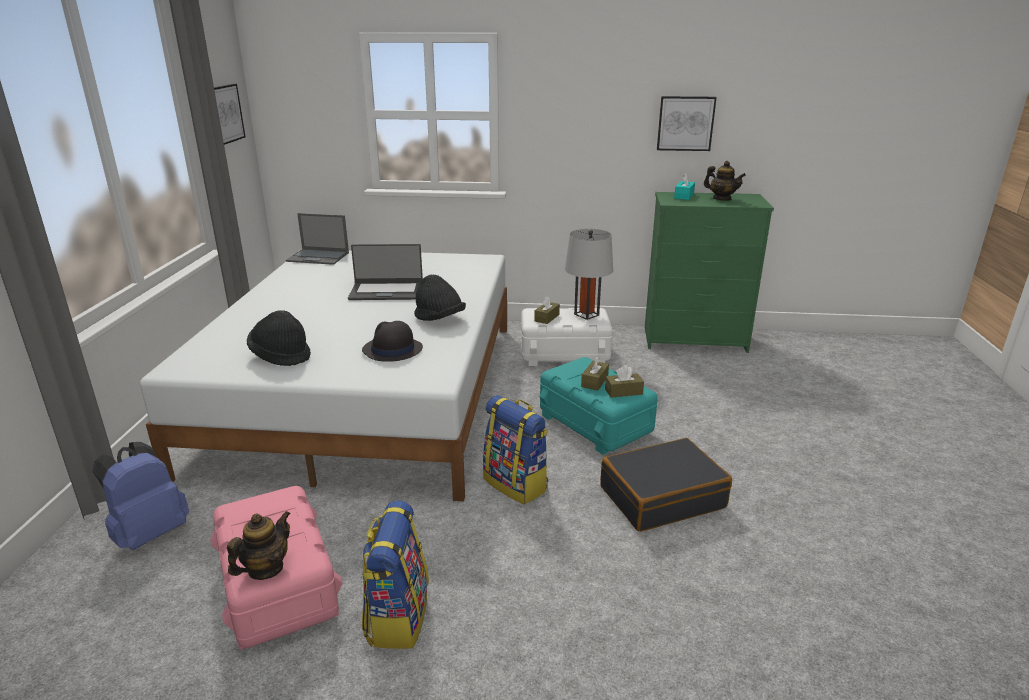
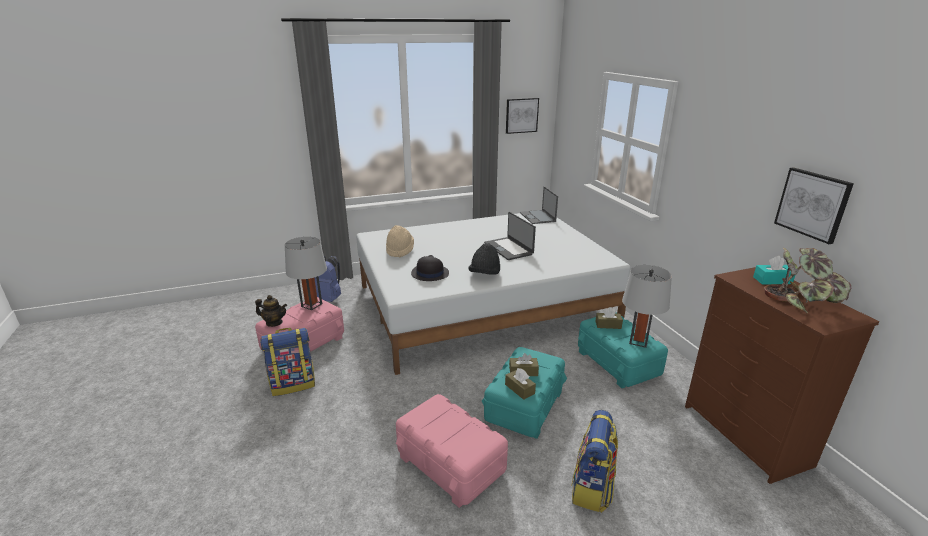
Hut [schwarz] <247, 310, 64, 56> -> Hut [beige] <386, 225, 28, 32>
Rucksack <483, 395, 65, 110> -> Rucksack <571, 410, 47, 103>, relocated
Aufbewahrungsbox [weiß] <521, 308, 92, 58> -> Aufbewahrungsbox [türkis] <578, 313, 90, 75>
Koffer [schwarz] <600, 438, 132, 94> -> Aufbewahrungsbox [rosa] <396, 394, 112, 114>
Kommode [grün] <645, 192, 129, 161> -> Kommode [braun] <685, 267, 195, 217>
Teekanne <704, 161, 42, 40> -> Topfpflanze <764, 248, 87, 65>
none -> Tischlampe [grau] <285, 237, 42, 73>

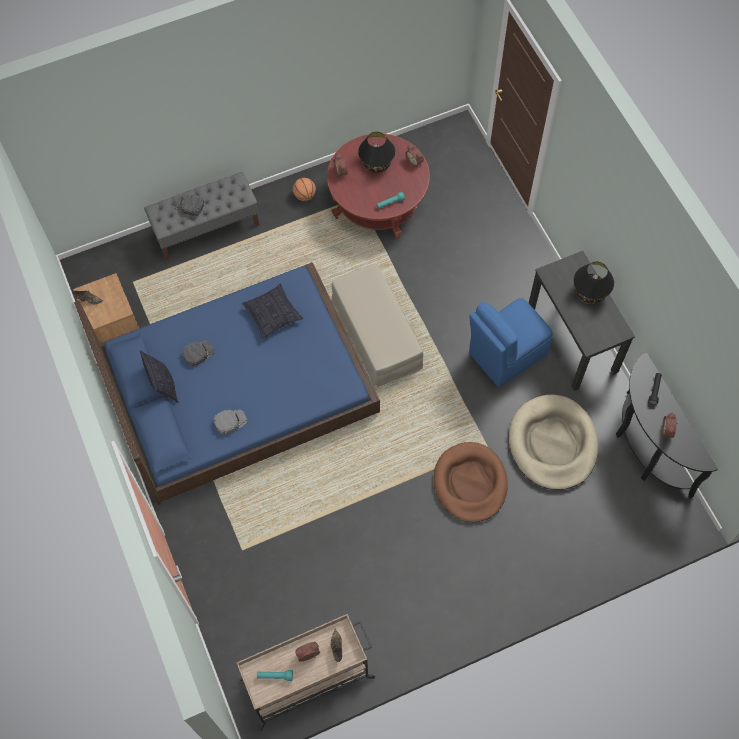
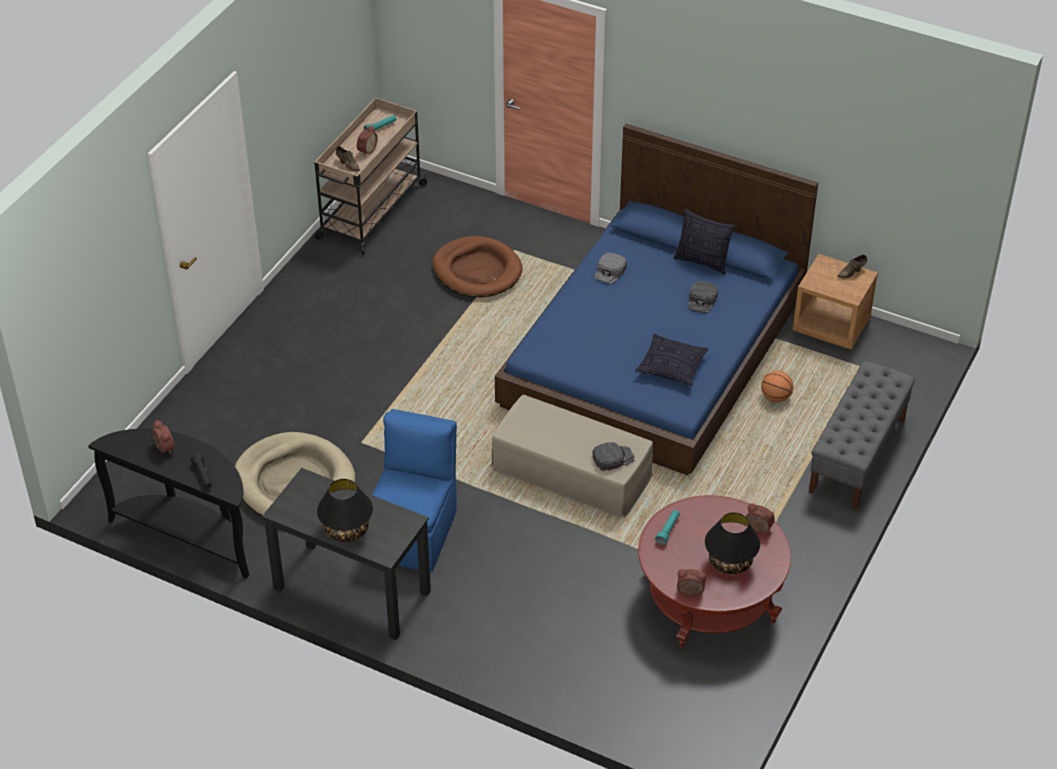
Kappe [schwarz] <174, 194, 30, 23> -> Kappe [schwarz] <592, 442, 43, 29>, relocated
Basketball <293, 178, 23, 23> -> Basketball <761, 371, 32, 31>, relocated
Hundebett [braun] <434, 442, 74, 80> -> Hundebett [braun] <432, 236, 90, 61>, relocated

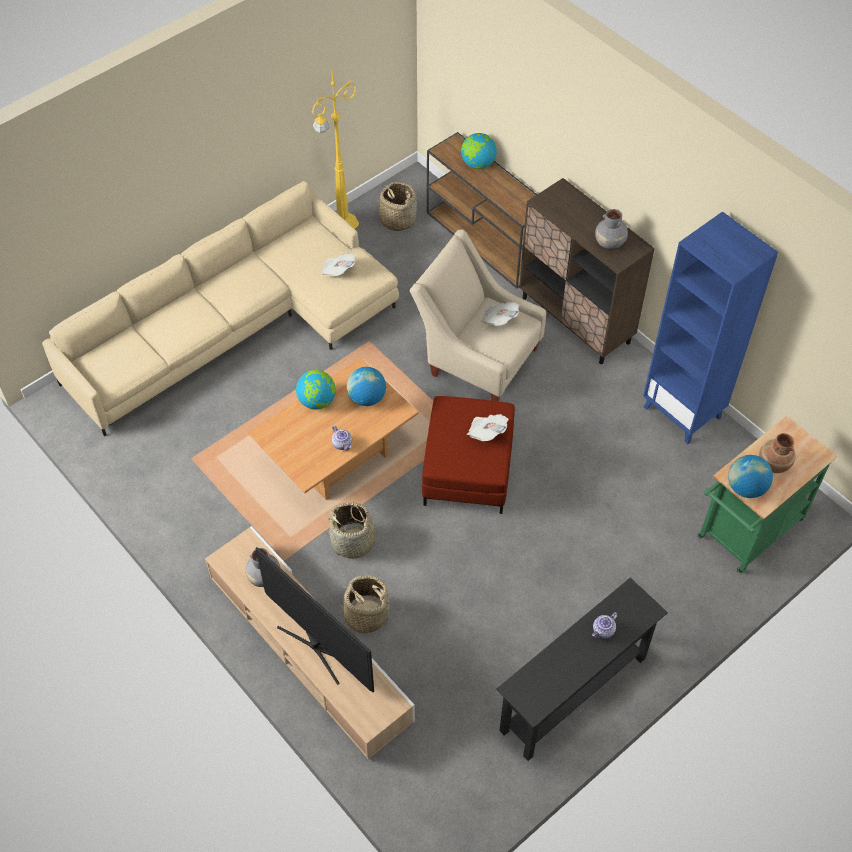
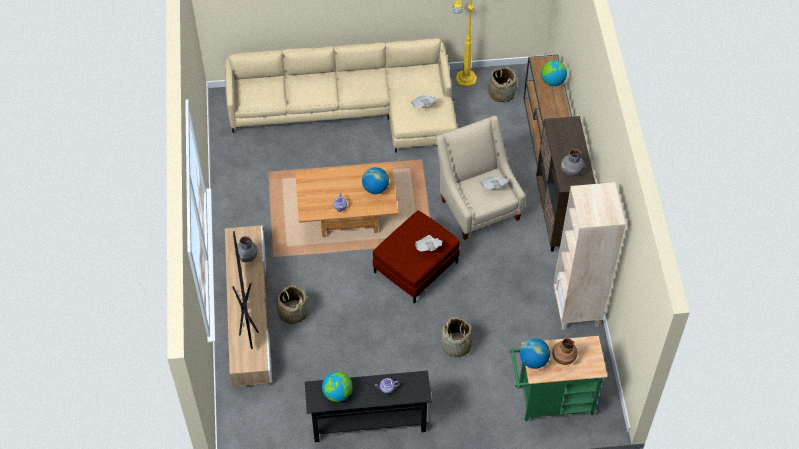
Globus <296, 370, 40, 39> -> Globus <322, 371, 31, 31>, relocated
Korb <326, 502, 58, 57> -> Korb <441, 317, 32, 41>, relocated
Bücherregal [blau] <643, 211, 135, 233> -> Bücherregal [beige] <554, 182, 71, 148>

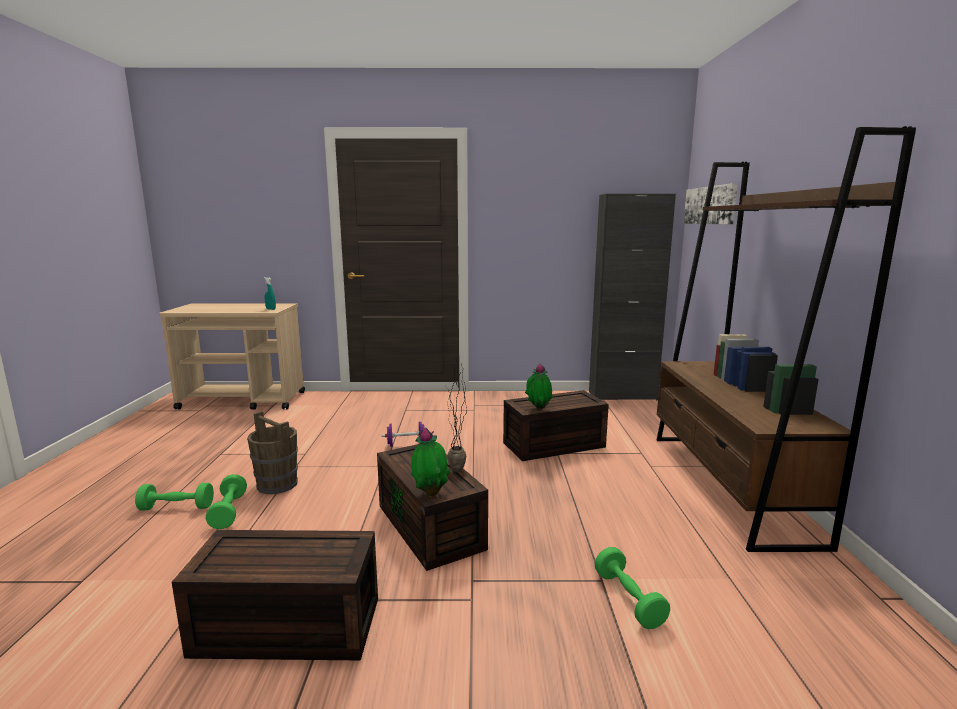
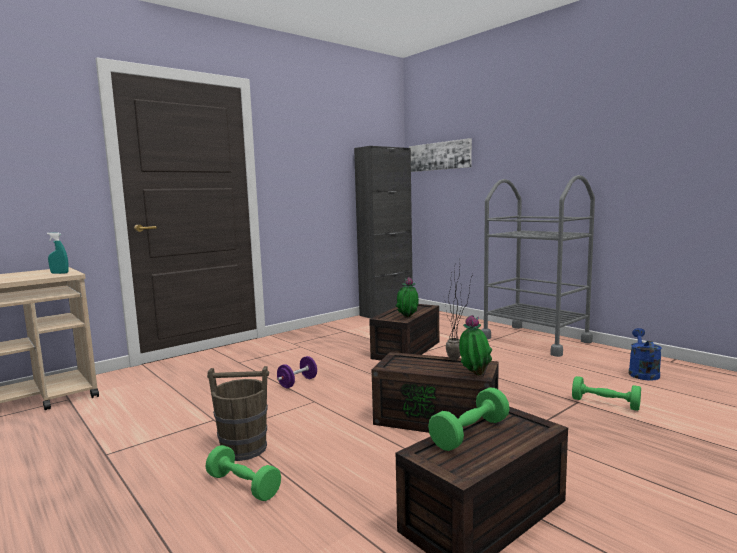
Hantel [grün] <135, 483, 79, 27> -> Hantel [grün] <428, 387, 82, 64>, relocated
Bücherregal [braun] <657, 126, 259, 426> -> Rollwagen [grau] <481, 175, 114, 182>
none -> Gießkanne [blau] <629, 328, 33, 53>

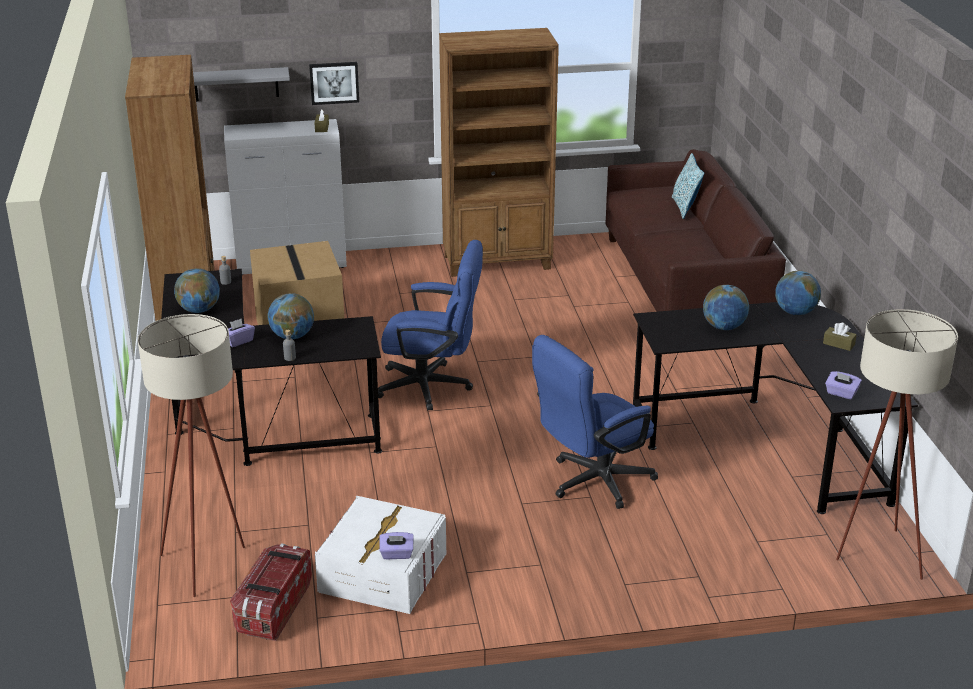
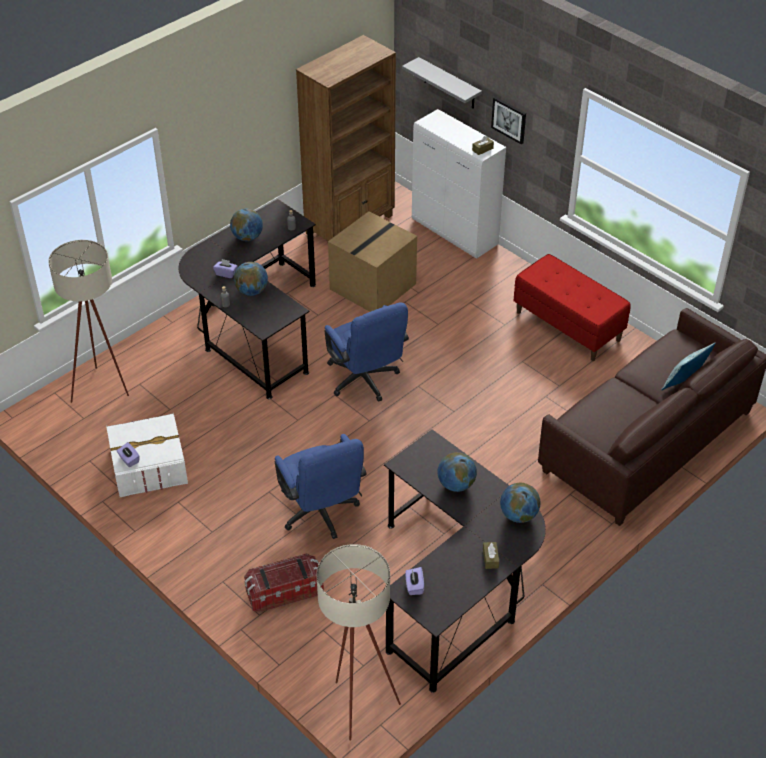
Aufbewahrungsbox <230, 543, 82, 98> -> Aufbewahrungsbox <244, 553, 80, 60>, relocated
Bücherregal [braun] <439, 28, 120, 249> -> Bank [rot] <514, 254, 117, 107>
Bürostuhl [blau] <532, 335, 126, 174> -> Bürostuhl [blau] <274, 434, 93, 105>, 135 degrees counterclockwise

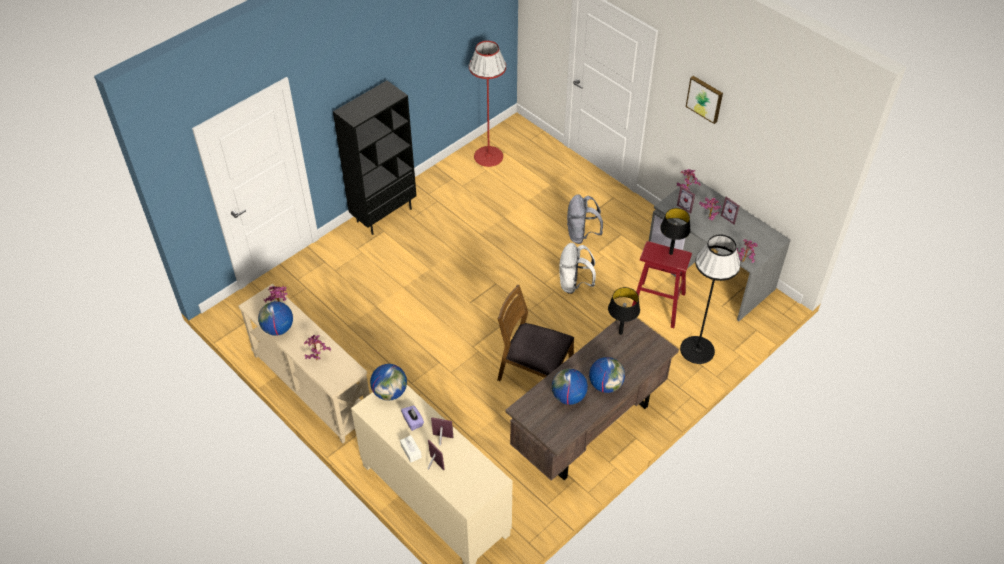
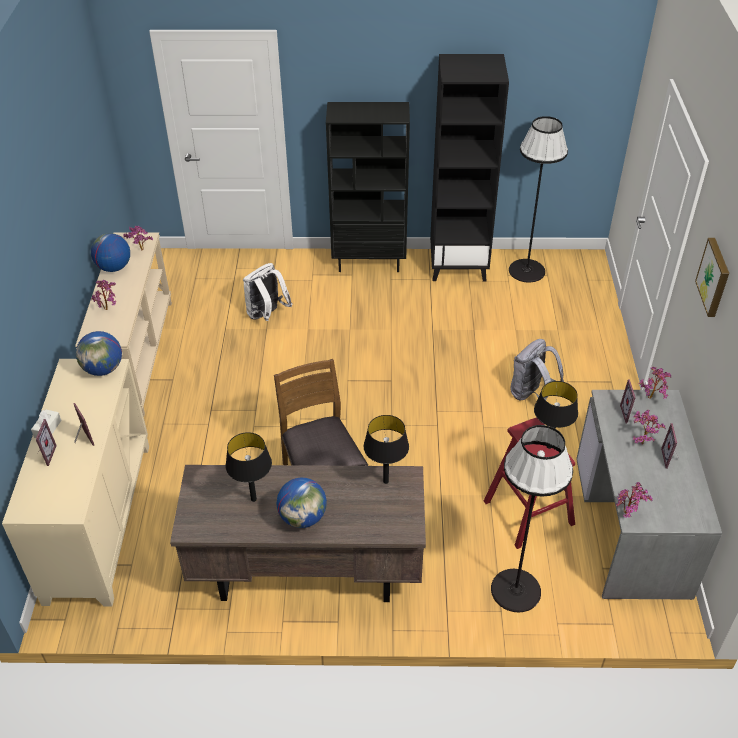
Taschentuchbox [lila] <401, 405, 23, 26> -> none
Stehlampe [rot] <469, 41, 37, 126> -> Stehlampe [schwarz] <509, 116, 59, 166>
Globus <552, 369, 36, 36> -> Tischlampe [schwarz] <225, 432, 47, 70>
Rucksack [weiß] <559, 243, 37, 51> -> Rucksack [weiß] <243, 263, 50, 58>, relocated
none -> Bücherregal [schwarz] <430, 54, 79, 228>

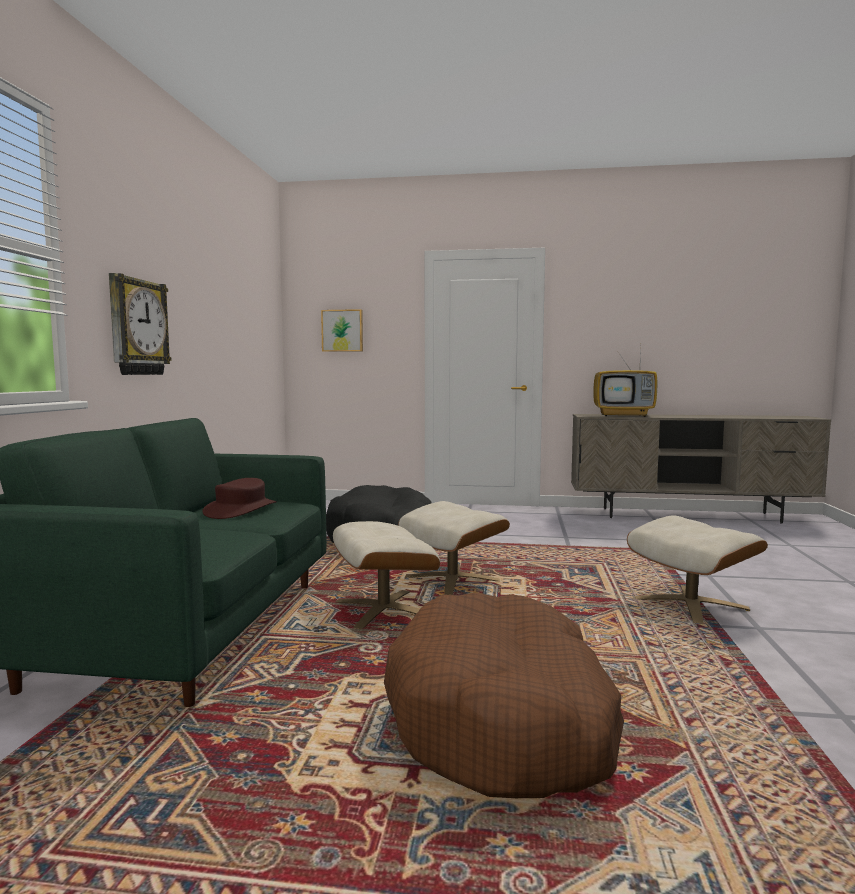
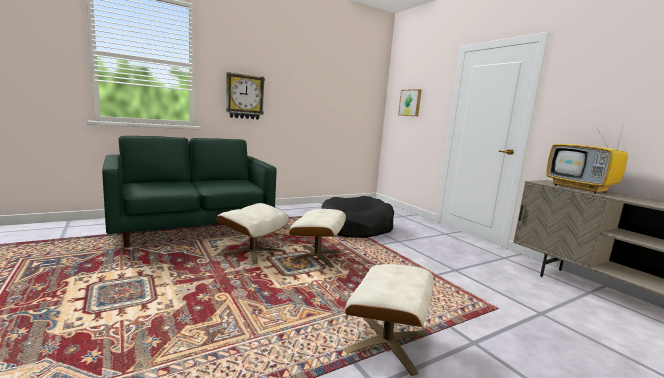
Hut [braun] <202, 478, 75, 41> -> none
Hundebett [braun] <384, 593, 240, 205> -> none

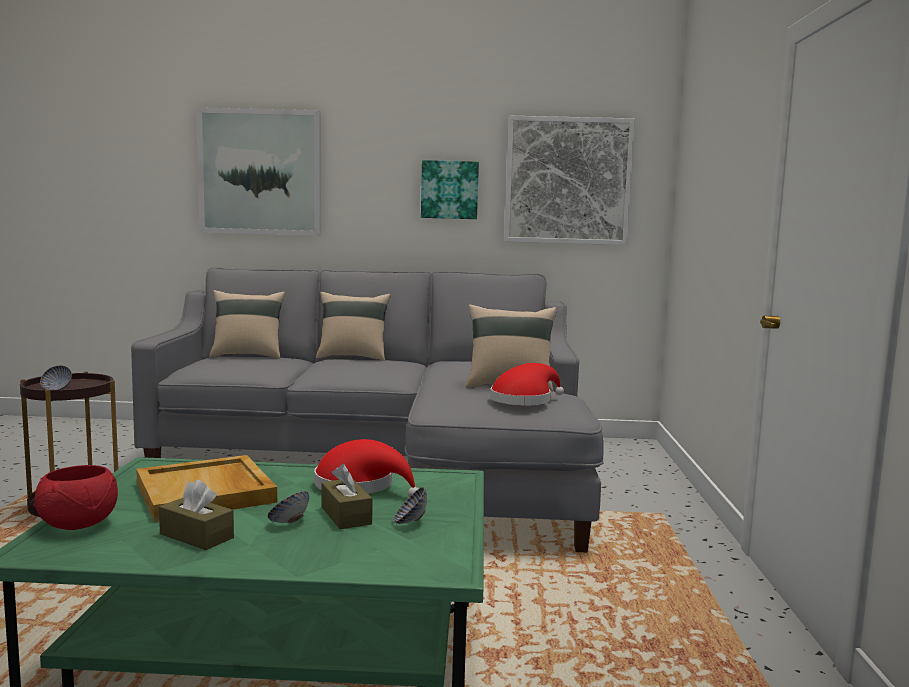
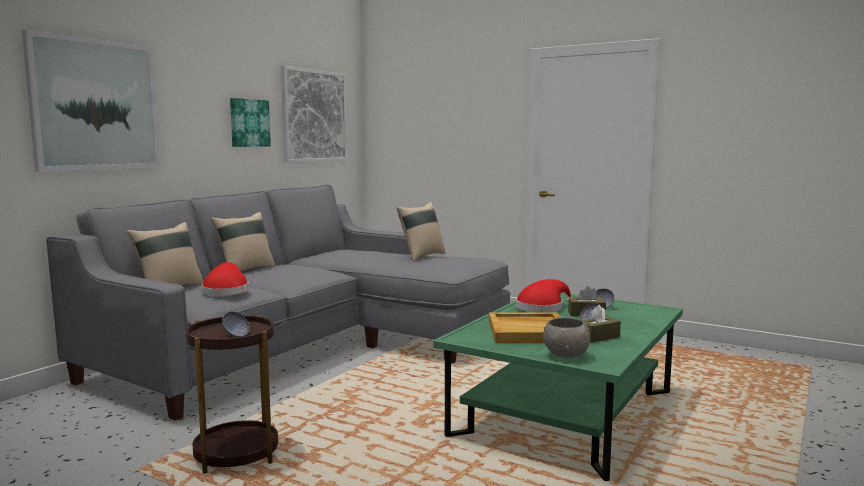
Schüssel [rot] <34, 465, 84, 65> -> Schüssel [grau] <543, 318, 47, 40>
Hut [rot] <490, 363, 74, 42> -> Hut [rot] <201, 262, 48, 34>, relocated

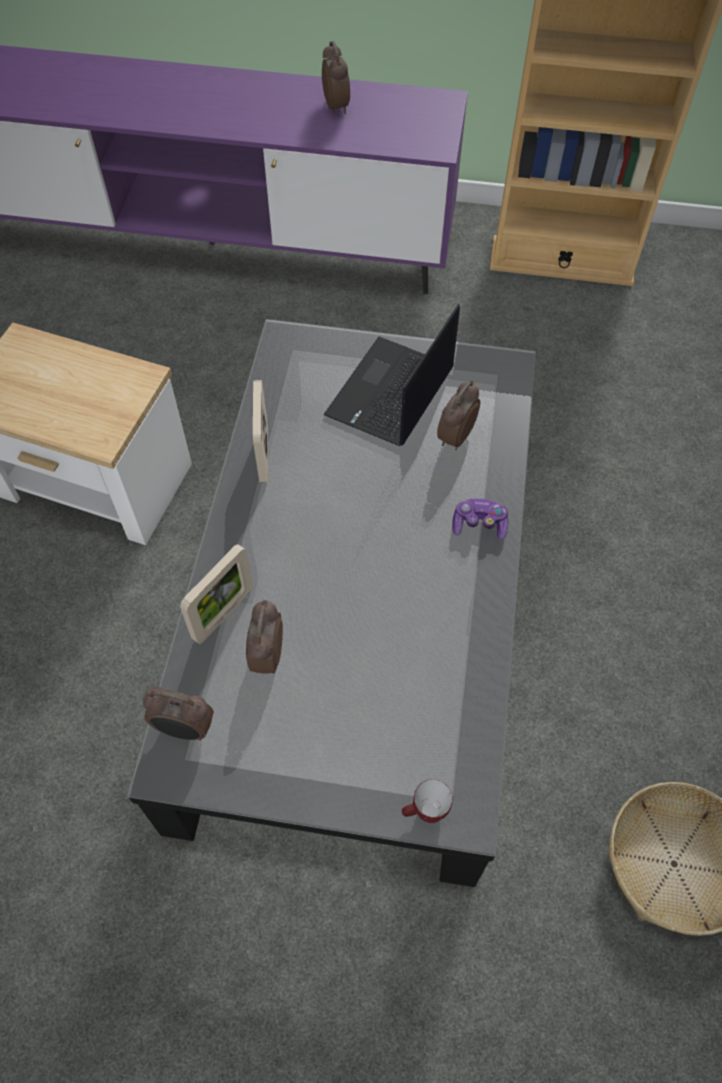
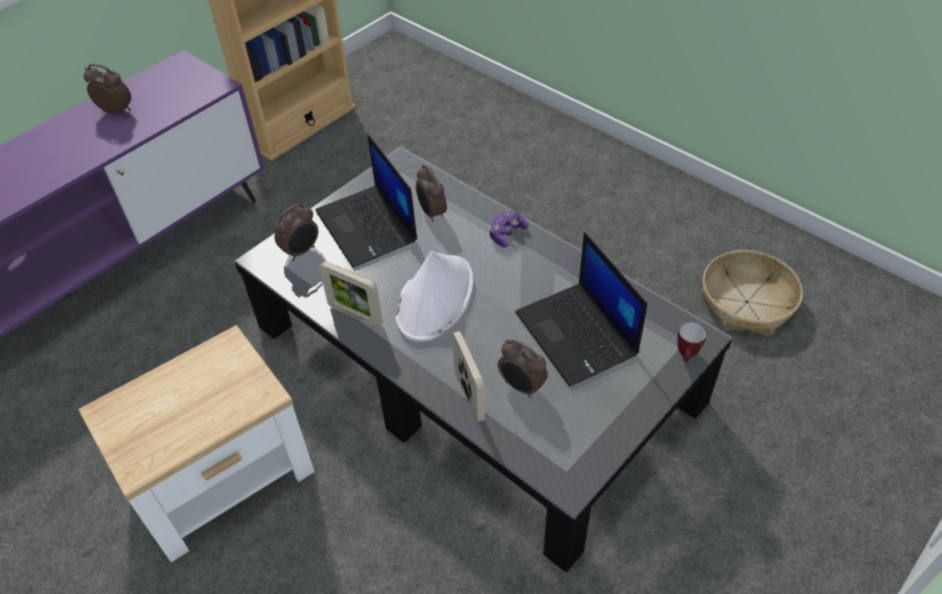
Wecker <143, 687, 71, 54> -> Wecker <275, 204, 43, 57>, relocated
none -> Hut [weiß] <395, 251, 79, 91>
none -> Laptop <515, 232, 132, 155>

